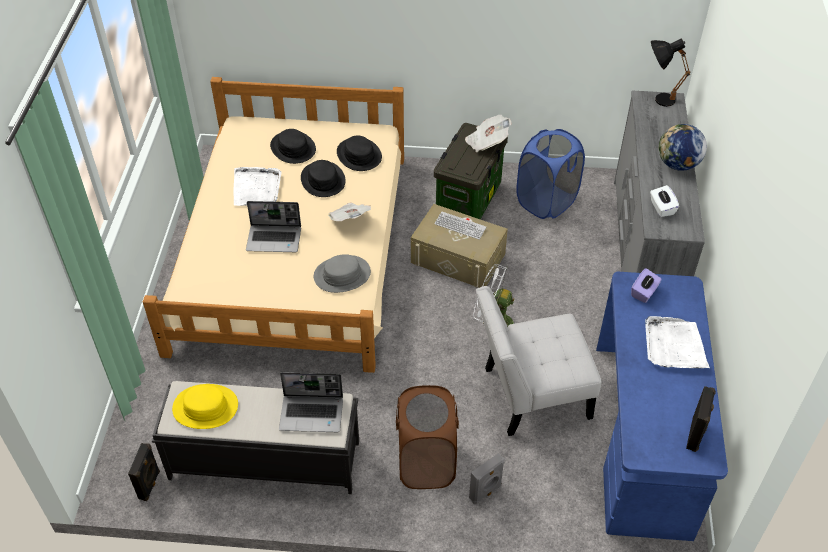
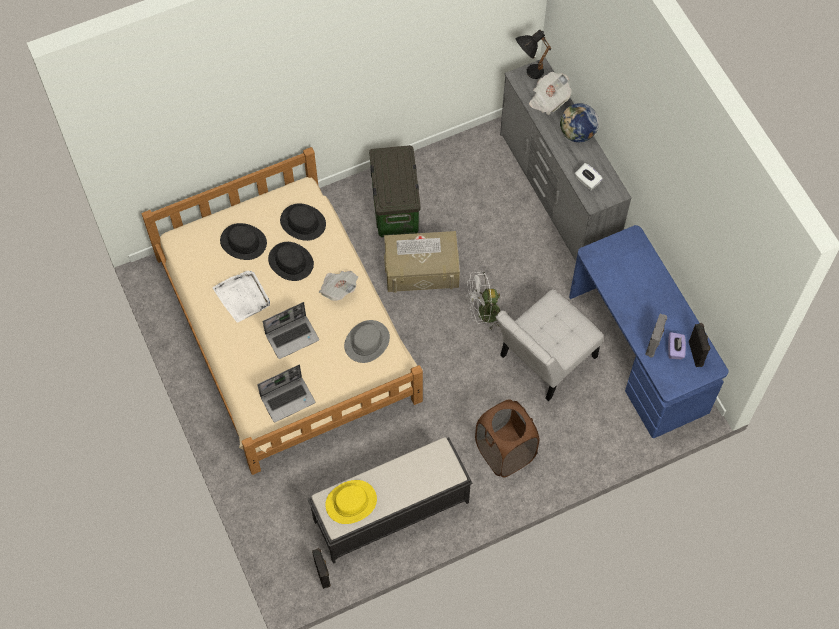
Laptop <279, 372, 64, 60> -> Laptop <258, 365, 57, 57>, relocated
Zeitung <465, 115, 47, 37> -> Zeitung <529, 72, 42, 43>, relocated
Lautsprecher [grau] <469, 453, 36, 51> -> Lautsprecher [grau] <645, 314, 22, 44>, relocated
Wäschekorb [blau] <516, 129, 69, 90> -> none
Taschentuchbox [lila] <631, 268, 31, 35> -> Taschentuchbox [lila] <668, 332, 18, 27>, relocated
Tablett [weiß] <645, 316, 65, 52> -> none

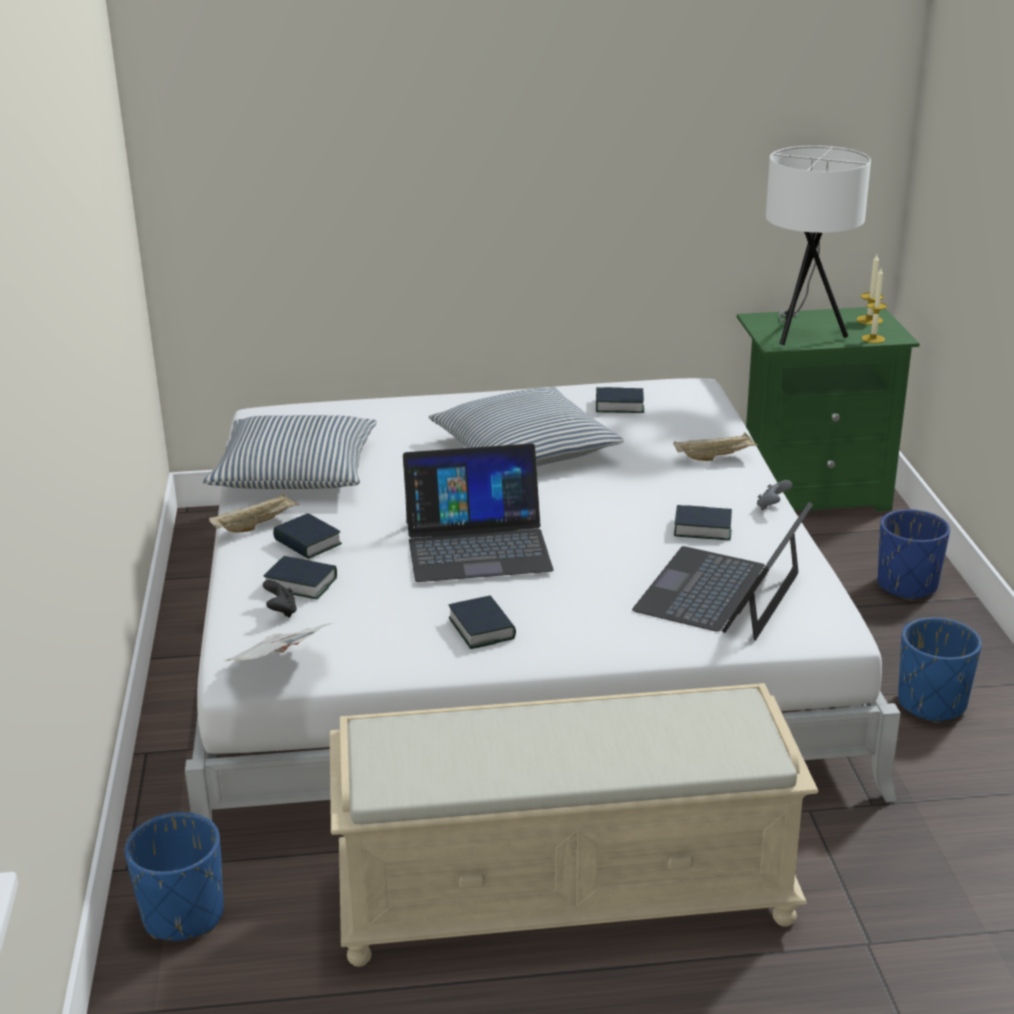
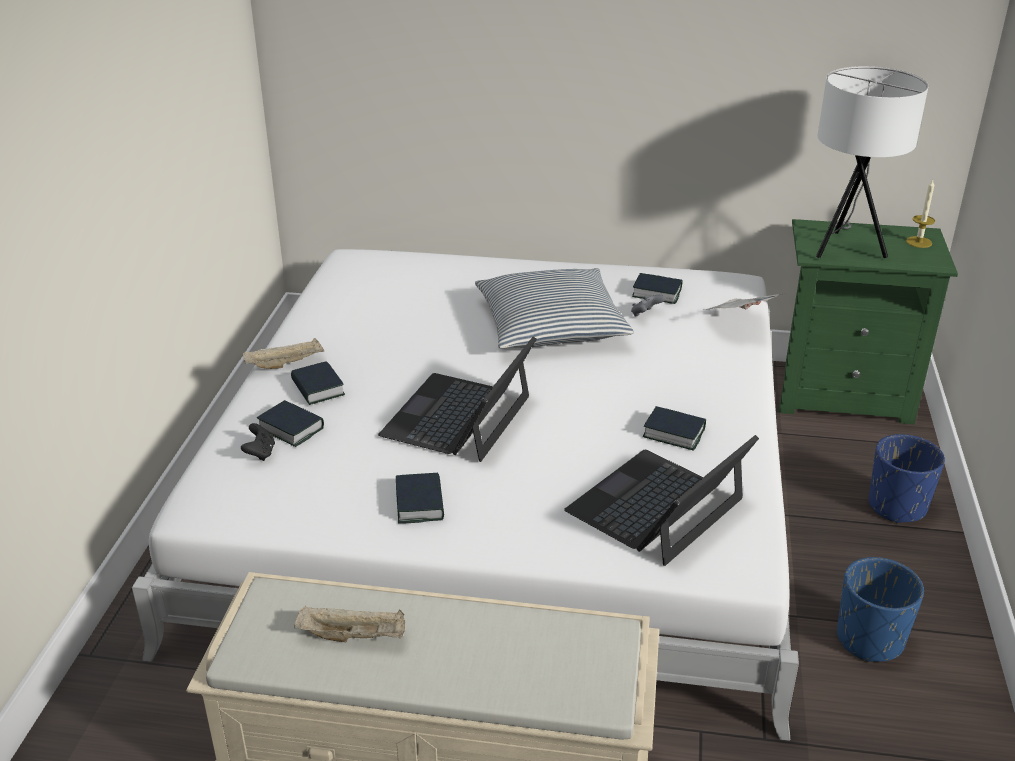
Pflanzkübel [blau] <125, 812, 99, 129> -> none
Kissen <202, 415, 175, 74> -> none
Zeitung <223, 623, 110, 38> -> Zeitung <703, 293, 82, 17>, relocated
Laptop <403, 444, 151, 138> -> Laptop <378, 337, 158, 125>, 105 degrees clockwise
Tablett [beige] <673, 433, 85, 28> -> Tablett [beige] <294, 606, 111, 36>, relocated
Gamepad [grau] <757, 480, 35, 30> -> Gamepad [grau] <631, 294, 34, 23>, relocated
Kerze <862, 269, 25, 74> -> none

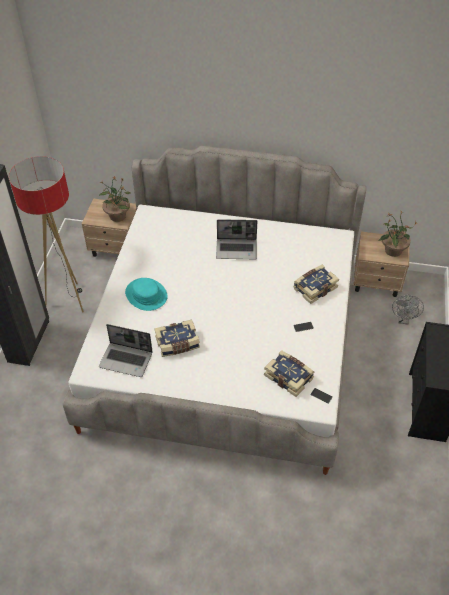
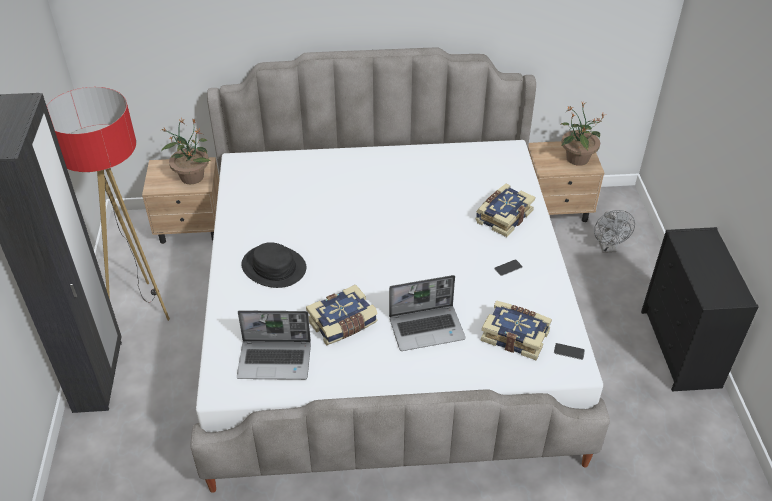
Hut [türkis] <125, 278, 43, 33> -> Hut [schwarz] <241, 242, 65, 46>
Laptop <216, 219, 41, 40> -> Laptop <389, 275, 77, 76>, relocated

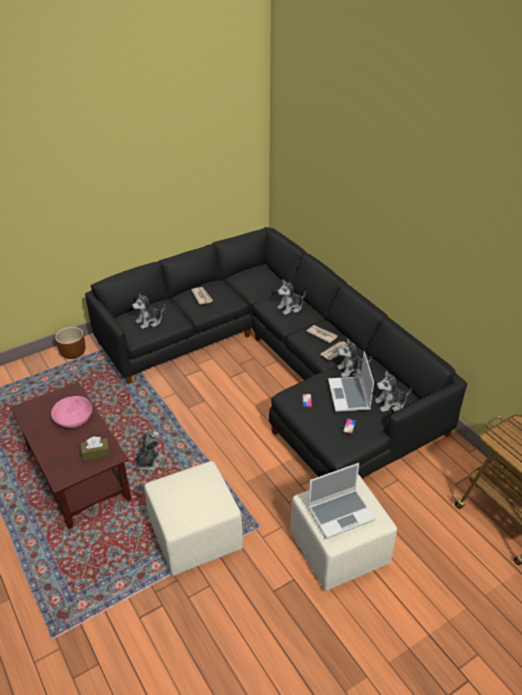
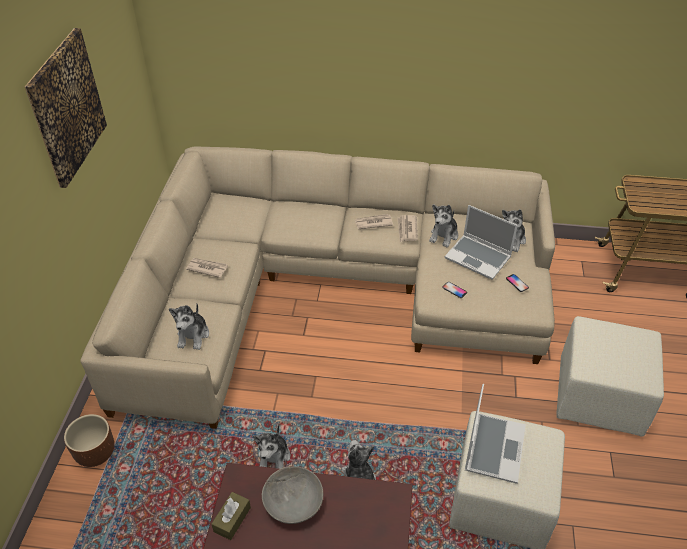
Schüssel [rosa] <51, 396, 41, 32> -> Schüssel [grau] <262, 466, 61, 58>
Taschentuchbox [braun] <81, 437, 29, 24> -> Taschentuchbox [braun] <212, 492, 39, 48>, relocated
Sofa [schwarz] <85, 227, 382, 252> -> Sofa [beige] <80, 146, 475, 283>
Plüschtier <277, 279, 29, 36> -> Plüschtier <253, 424, 37, 45>, relocated
Laptop <308, 463, 68, 76> -> Laptop <465, 384, 61, 100>, relocated
none -> Bild <25, 28, 82, 160>

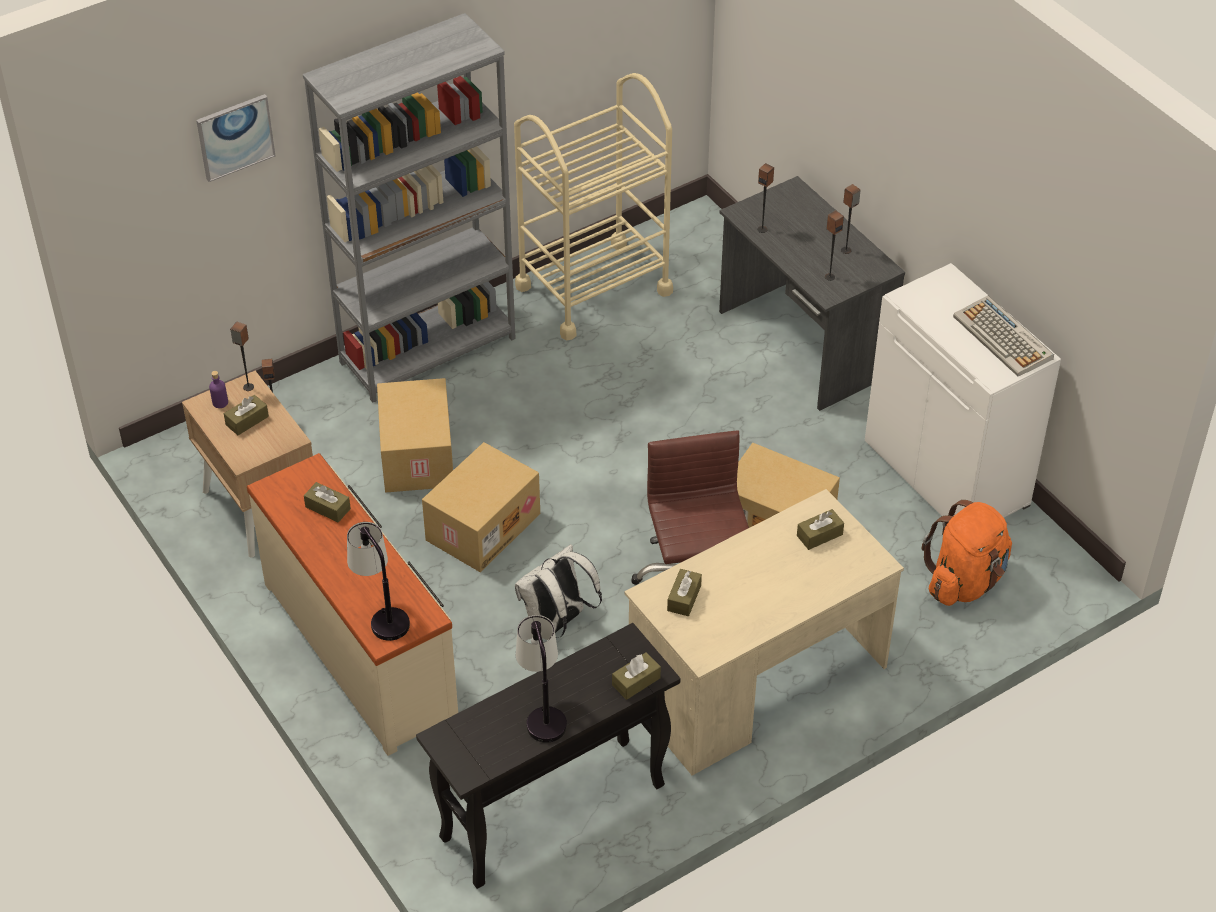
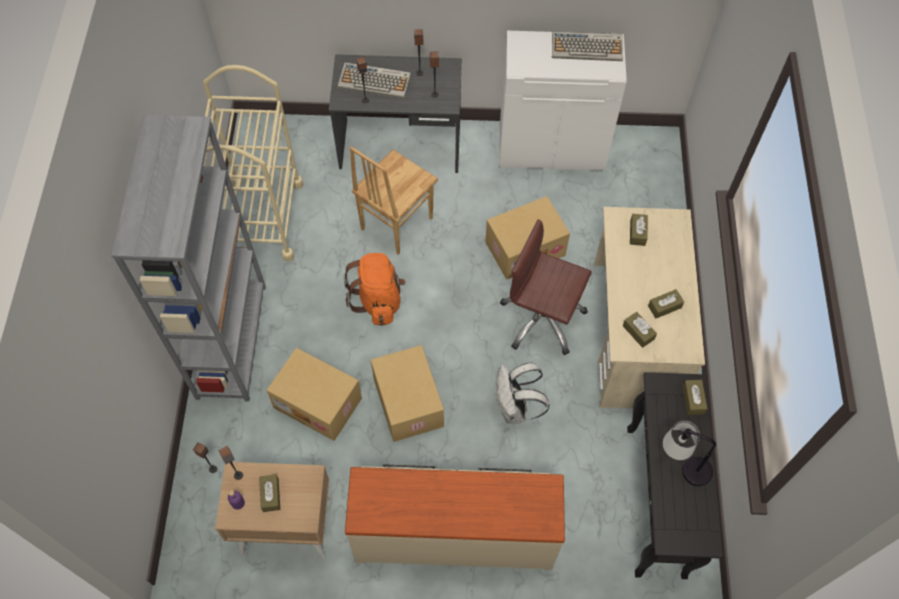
Bild <196, 94, 79, 88> -> none
Taschentuchbox [braun] <304, 482, 47, 40> -> Taschentuchbox [braun] <648, 289, 36, 29>, relocated
Tischlampe <347, 522, 63, 119> -> none
Rucksack [orange] <922, 500, 90, 106> -> Rucksack [orange] <344, 253, 61, 73>, relocated
none -> Tastatur <338, 62, 73, 37>
none -> Stuhl [braun] <350, 146, 88, 109>

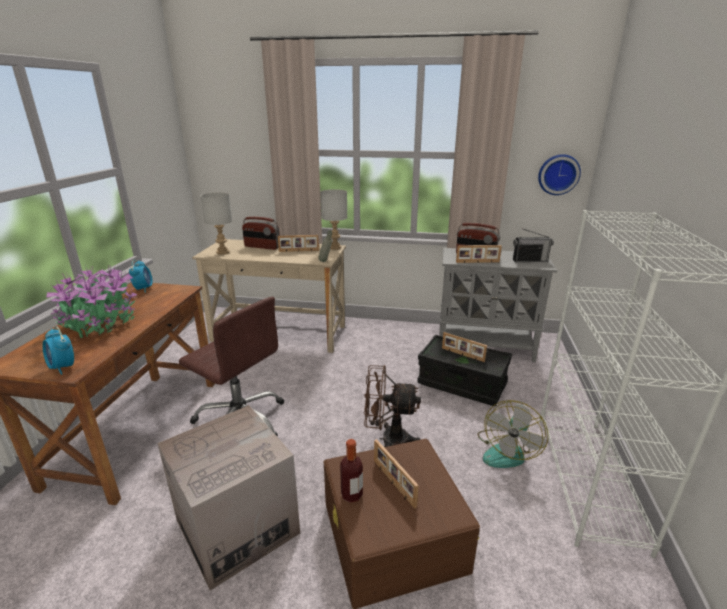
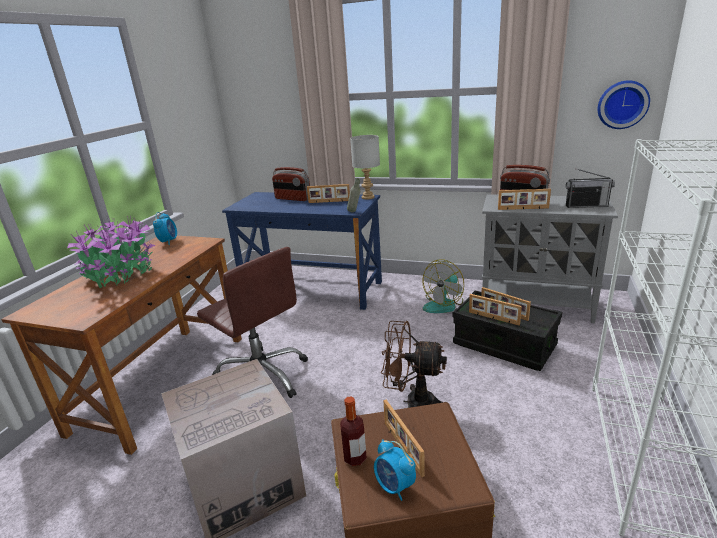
Wecker <42, 327, 32, 48> -> Wecker <374, 439, 42, 62>, relocated
Schreibtisch [beige] <192, 239, 154, 114> -> Schreibtisch [blau] <222, 192, 160, 118>
Tischlampe [grau] <201, 192, 31, 63> -> none
Ventilator <478, 400, 70, 68> -> Ventilator <422, 259, 42, 54>, relocated
none -> Bilderrahmen <469, 294, 53, 32>

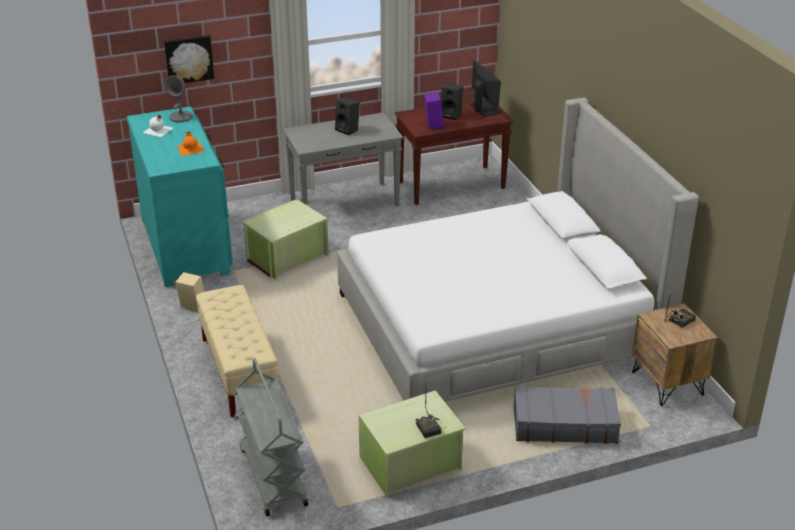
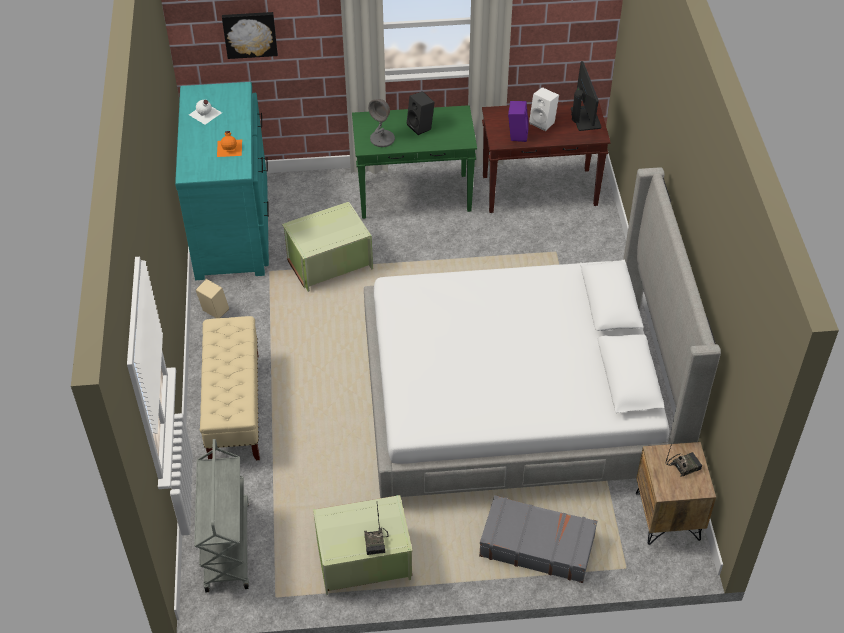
Tischlampe [grau] <164, 75, 29, 47> -> Tischlampe [grau] <368, 99, 27, 48>, relocated
Konsolentisch [grau] <283, 112, 120, 95> -> Konsolentisch [grün] <352, 105, 125, 114>
Lautsprecher [schwarz] <441, 84, 22, 36> -> Lautsprecher [weiß] <529, 87, 30, 44>

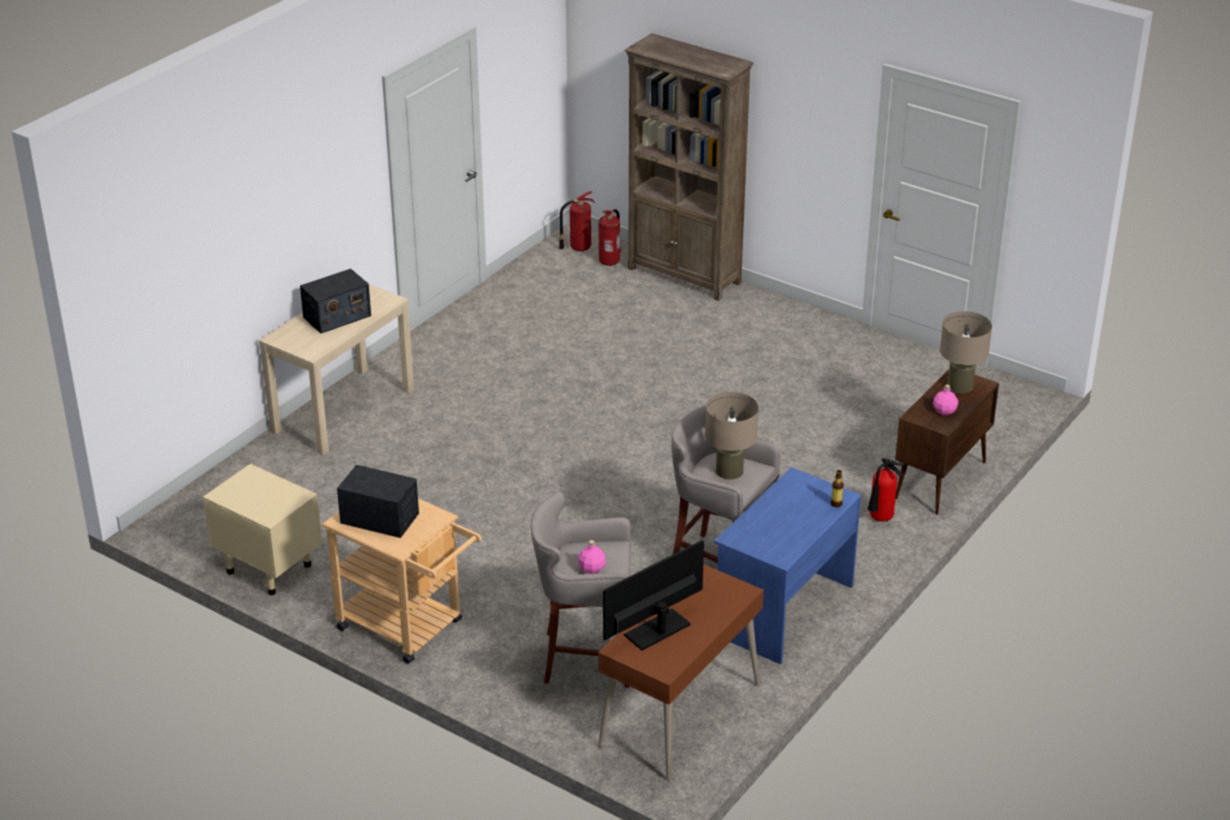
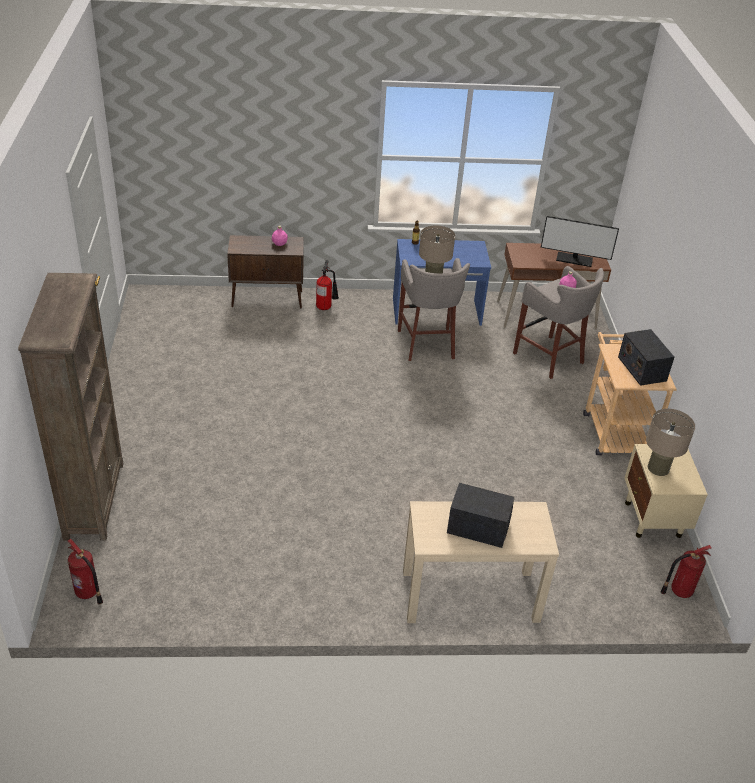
Feuerlöscher <598, 209, 23, 57> -> Feuerlöscher <661, 545, 50, 53>, relocated
Tischlampe [beige] <940, 311, 52, 82> -> Tischlampe [beige] <646, 409, 49, 67>, relocated

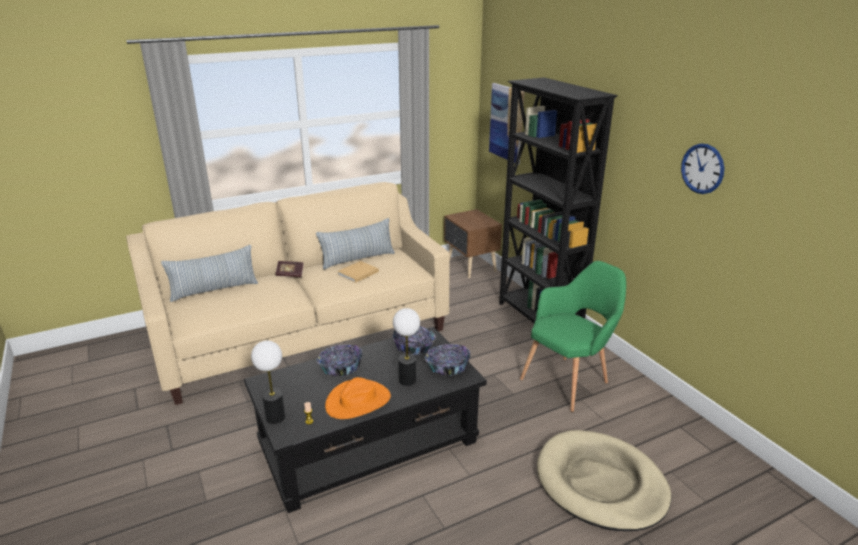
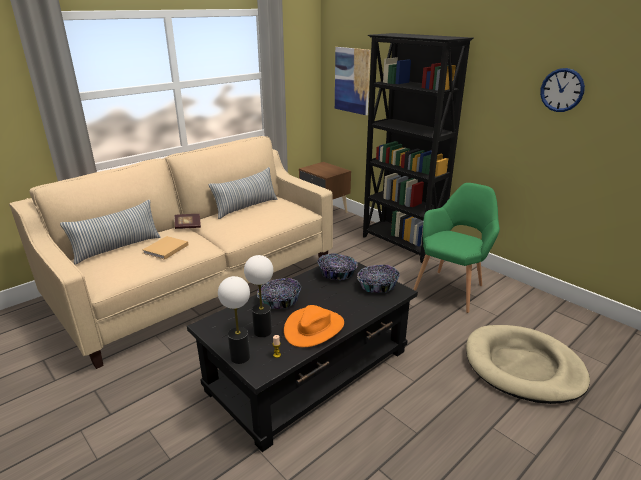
Buch [beige] <337, 261, 42, 22> -> Buch [beige] <143, 236, 45, 24>, relocated
Tischlampe <393, 308, 27, 78> -> Tischlampe <244, 255, 29, 82>, relocated

